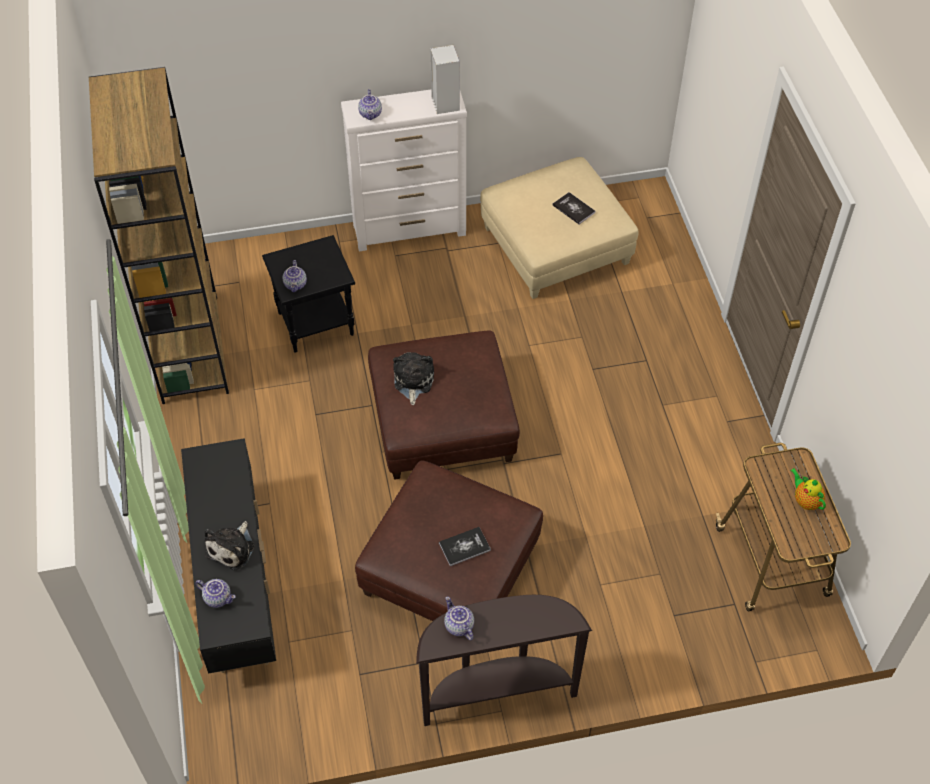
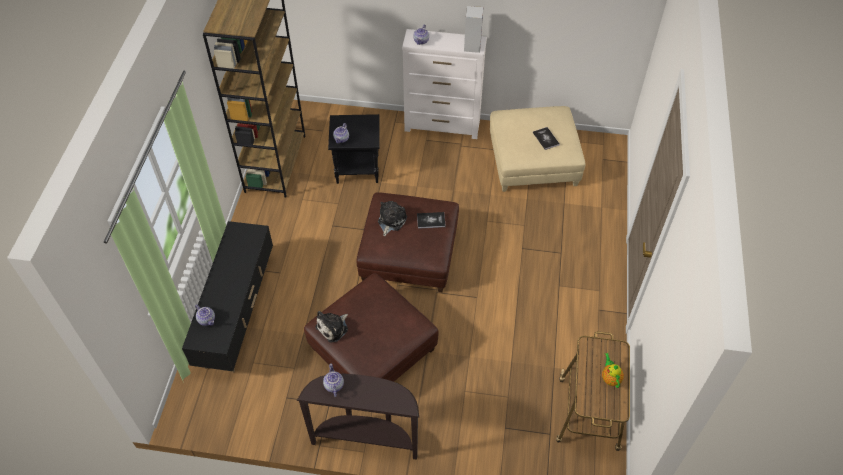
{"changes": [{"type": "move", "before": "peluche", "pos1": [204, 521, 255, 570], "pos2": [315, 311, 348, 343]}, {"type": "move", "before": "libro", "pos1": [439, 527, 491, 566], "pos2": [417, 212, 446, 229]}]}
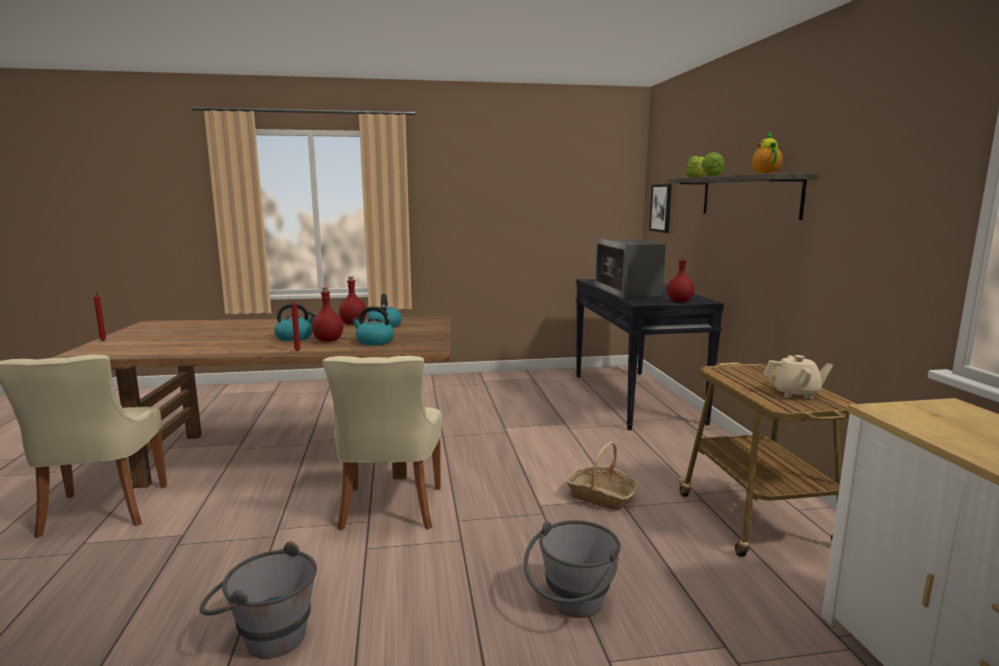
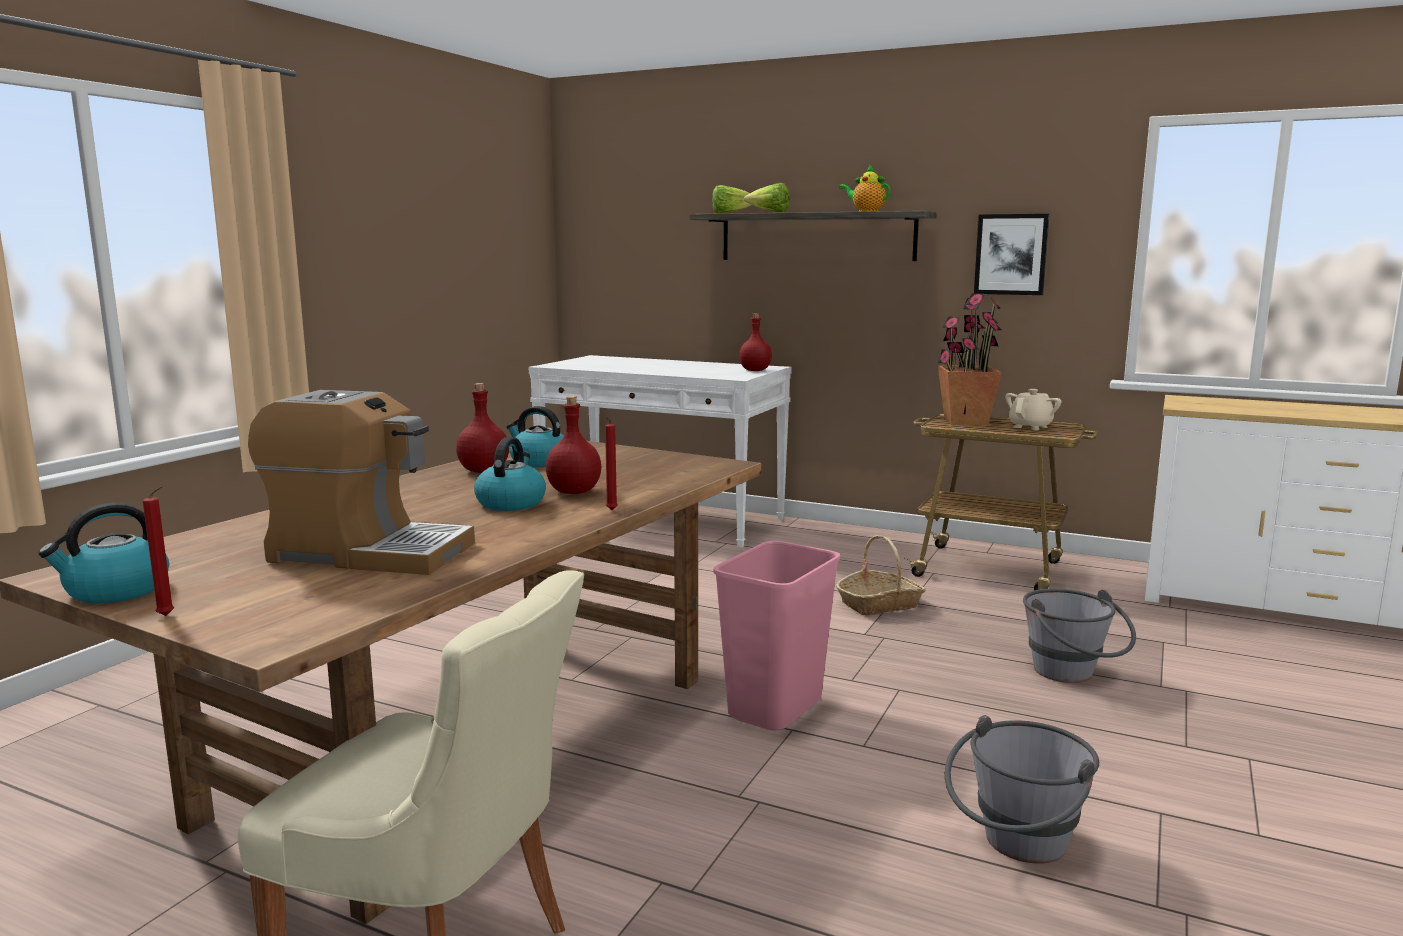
{"changes": [{"type": "move", "before": "cuadro", "pos1": [649, 184, 672, 233], "pos2": [974, 214, 1050, 295]}, {"type": "delete", "before": "microondas", "pos1": [595, 238, 666, 299]}, {"type": "recolor", "before": "mesa consola (negro)", "after": "mesa consola (blanco)", "pos1": [576, 279, 724, 430], "pos2": [529, 355, 792, 548]}, {"type": "move", "before": "hervidor", "pos1": [351, 306, 394, 345], "pos2": [39, 503, 169, 603]}, {"type": "replace", "before": "silla (beis)", "after": "papelera (rosa)", "pos1": [322, 356, 442, 531], "pos2": [713, 541, 840, 730]}, {"type": "insert", "after": "planta en maceta", "pos2": [938, 293, 1002, 425]}, {"type": "insert", "after": "cafetera", "pos2": [248, 390, 475, 575]}]}
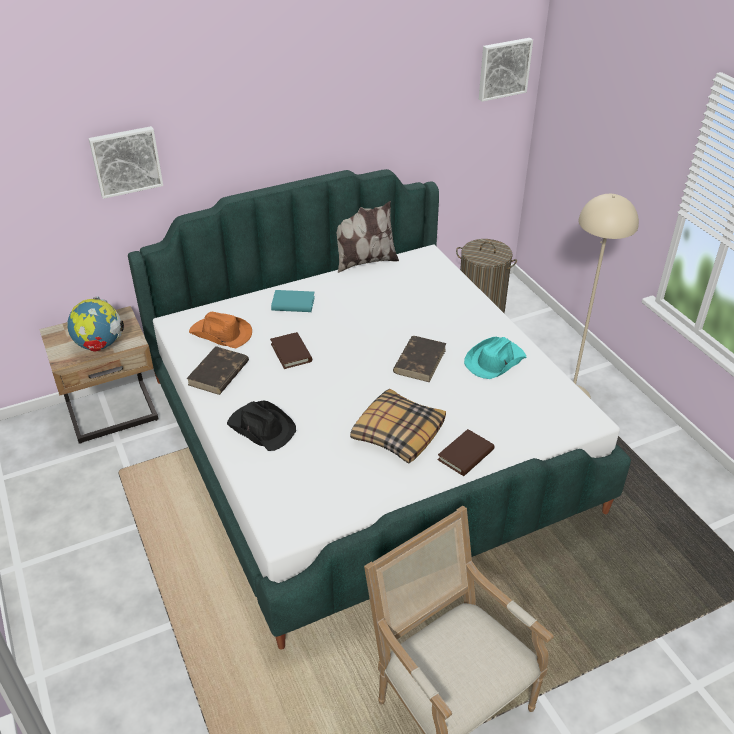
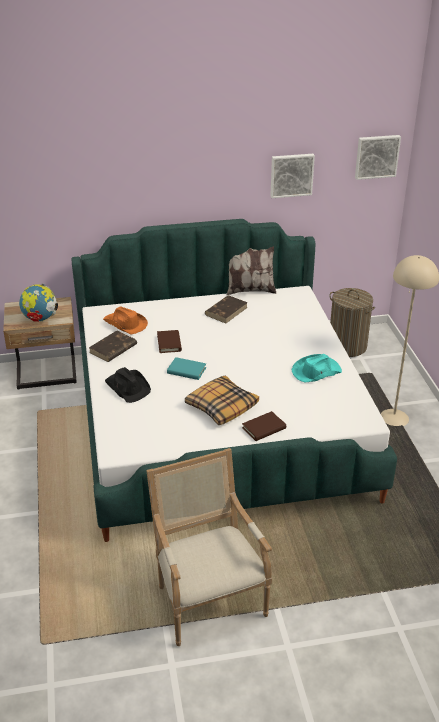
{"changes": [{"type": "move", "before": "cuadro", "pos1": [88, 126, 163, 199], "pos2": [270, 154, 315, 198]}, {"type": "move", "before": "libro (turquesa)", "pos1": [271, 290, 315, 312], "pos2": [167, 357, 206, 380]}, {"type": "move", "before": "libro (marrón)", "pos1": [393, 336, 447, 382], "pos2": [205, 295, 248, 323]}]}
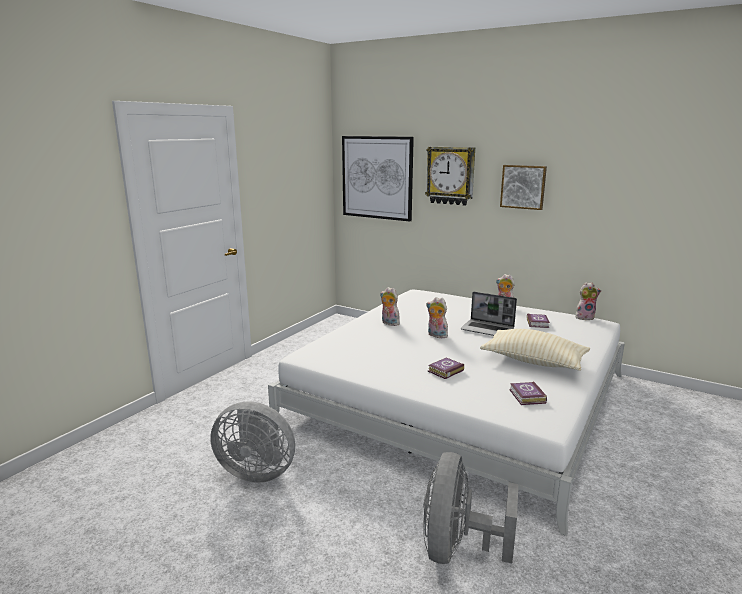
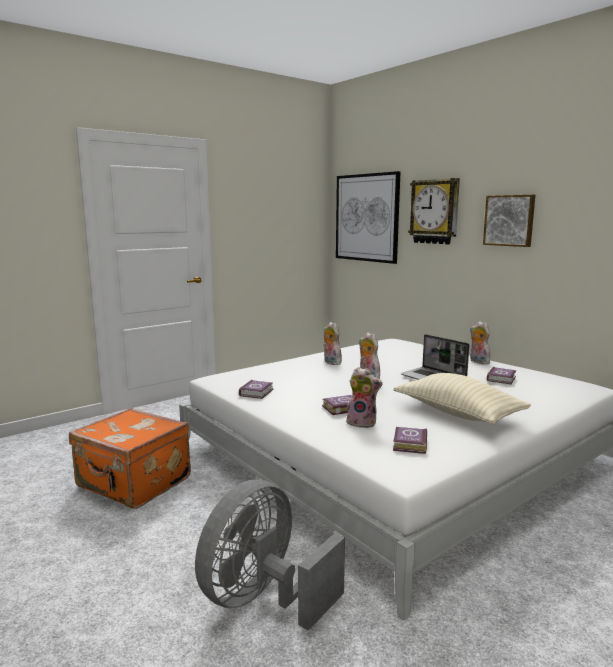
{"changes": [{"type": "move", "before": "peluche", "pos1": [575, 282, 601, 320], "pos2": [346, 367, 383, 428]}, {"type": "replace", "before": "ventilador (gris)", "after": "maleta (naranja)", "pos1": [210, 401, 295, 483], "pos2": [69, 408, 191, 509]}, {"type": "insert", "after": "libro", "pos2": [239, 380, 274, 399]}]}
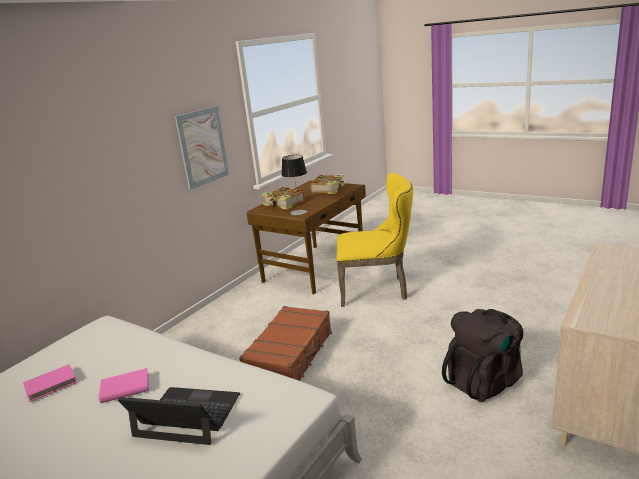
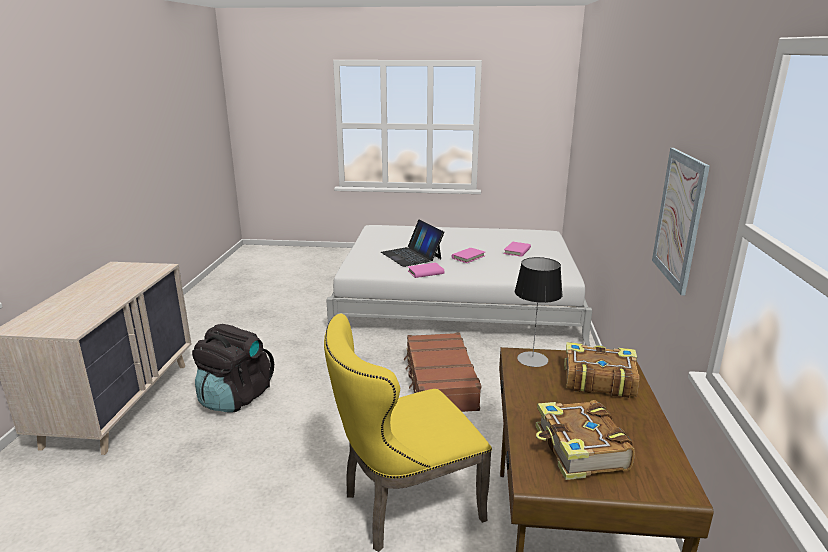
{"changes": [{"type": "rotate", "before": "portátil", "pos1": [118, 387, 240, 445], "pos2": [381, 220, 444, 267], "turn": 75}, {"type": "insert", "after": "libro (rosa)", "pos2": [408, 263, 444, 278]}]}
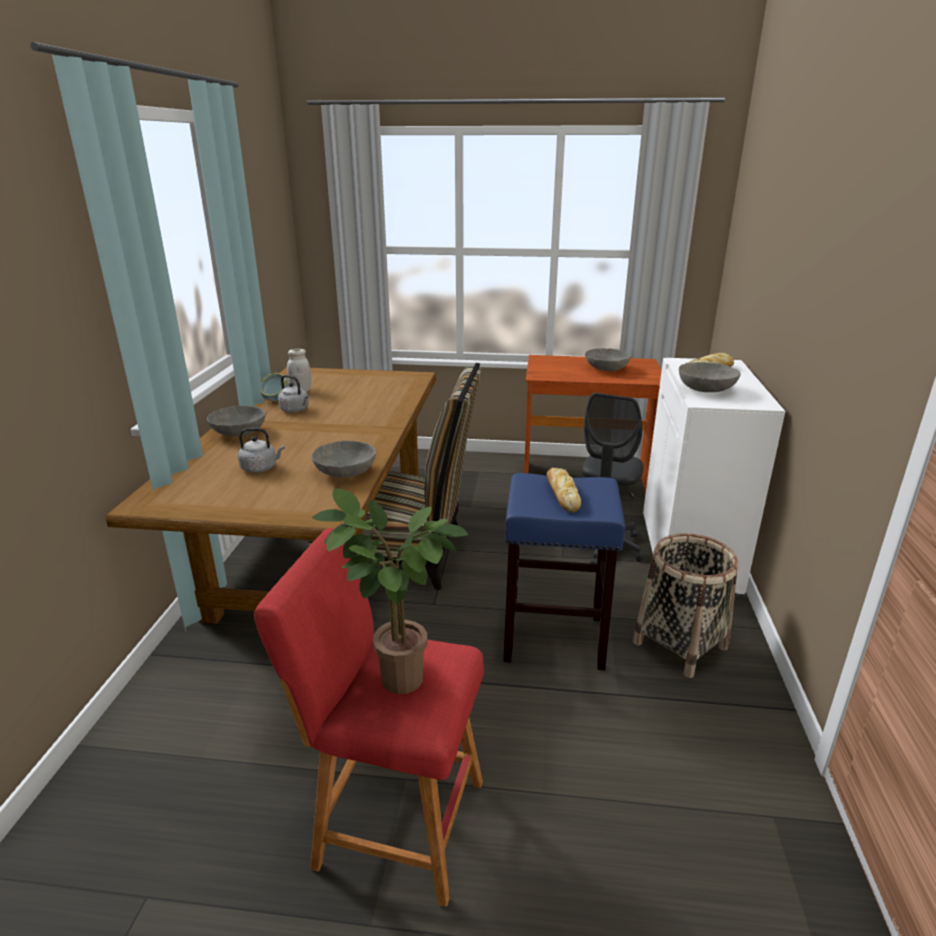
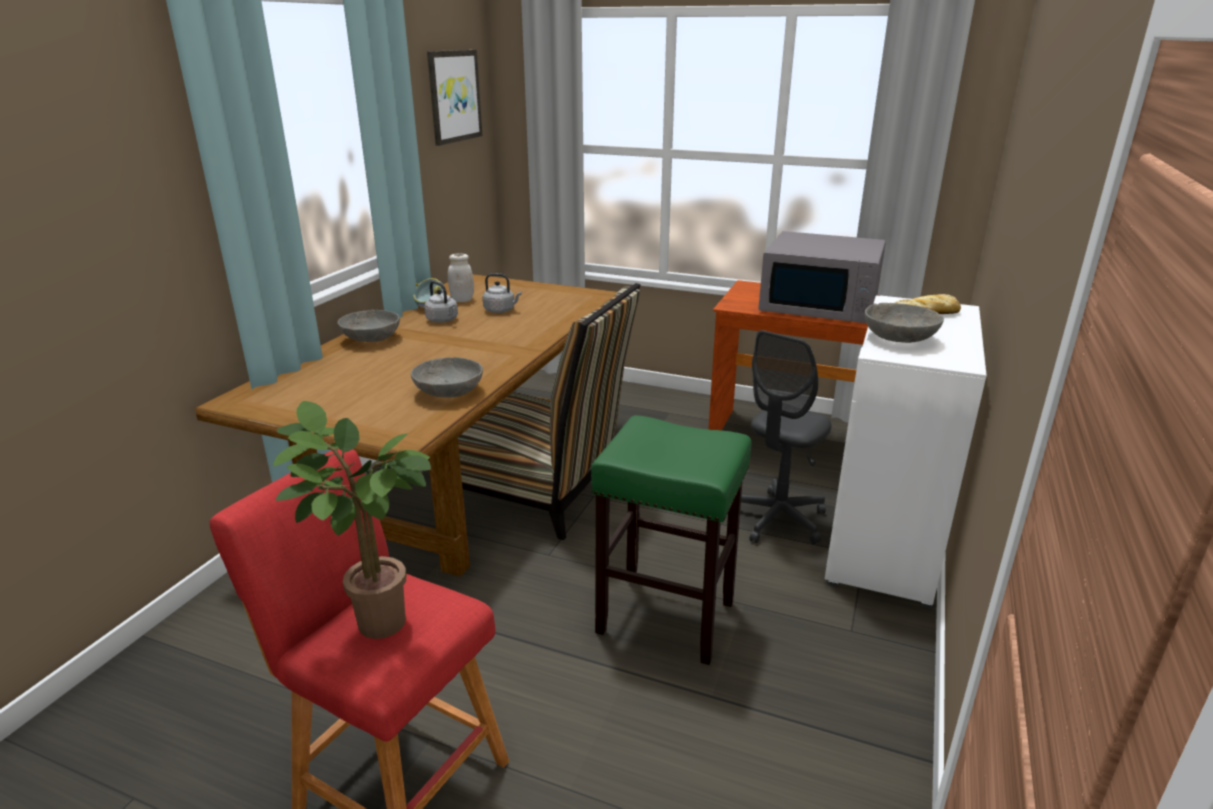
{"changes": [{"type": "replace", "before": "cuenco (gris)", "after": "microondas (gris)", "pos1": [585, 348, 631, 371], "pos2": [758, 231, 886, 323]}, {"type": "move", "before": "hervidor (gris)", "pos1": [238, 428, 285, 473], "pos2": [483, 273, 522, 313]}, {"type": "delete", "before": "pan", "pos1": [547, 468, 581, 512]}, {"type": "recolor", "before": "taburete (azul)", "after": "taburete (verde)", "pos1": [503, 473, 625, 670], "pos2": [591, 415, 752, 665]}, {"type": "delete", "before": "cesta", "pos1": [632, 533, 738, 678]}, {"type": "insert", "after": "cuadro", "pos2": [427, 50, 482, 146]}]}
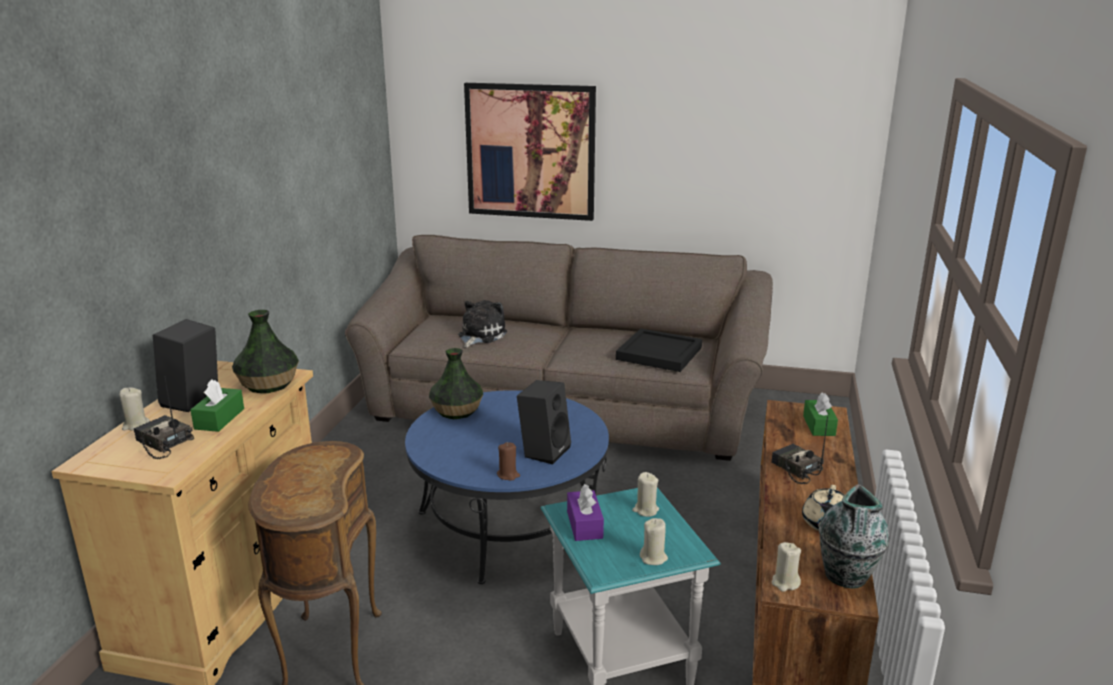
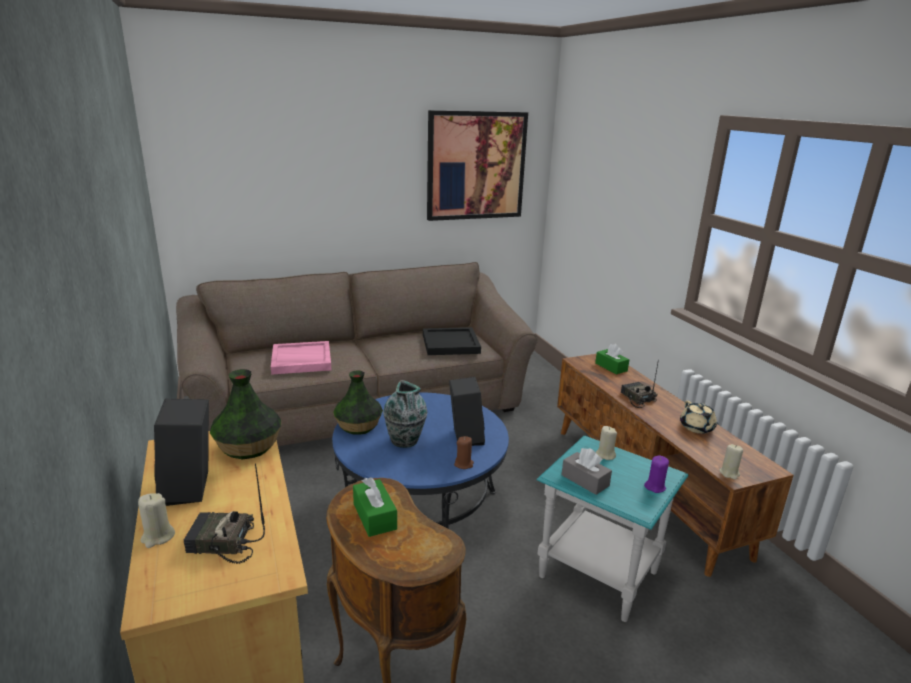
{"changes": [{"type": "move", "before": "cuadro", "pos1": [464, 83, 596, 221], "pos2": [427, 110, 528, 221]}, {"type": "replace", "before": "peluche", "after": "bandeja (rosa)", "pos1": [458, 300, 507, 348], "pos2": [271, 341, 331, 375]}, {"type": "move", "before": "caja de pañuelos (verde)", "pos1": [191, 379, 244, 432], "pos2": [353, 477, 397, 537]}, {"type": "rotate", "before": "radio", "pos1": [772, 416, 828, 484], "pos2": [621, 360, 659, 408], "turn": 45}, {"type": "recolor", "before": "caja de pañuelos (morado)", "after": "caja de pañuelos (gris)", "pos1": [567, 484, 604, 541], "pos2": [562, 448, 612, 495]}, {"type": "move", "before": "florero", "pos1": [819, 484, 889, 589], "pos2": [383, 380, 427, 448]}, {"type": "recolor", "before": "vela (beis)", "after": "vela (morado)", "pos1": [640, 518, 668, 565], "pos2": [644, 455, 669, 493]}]}
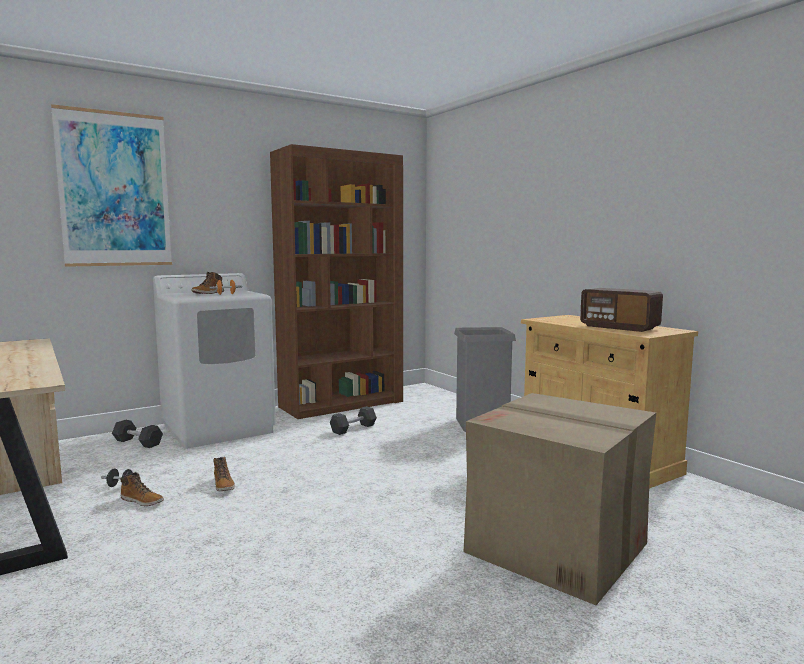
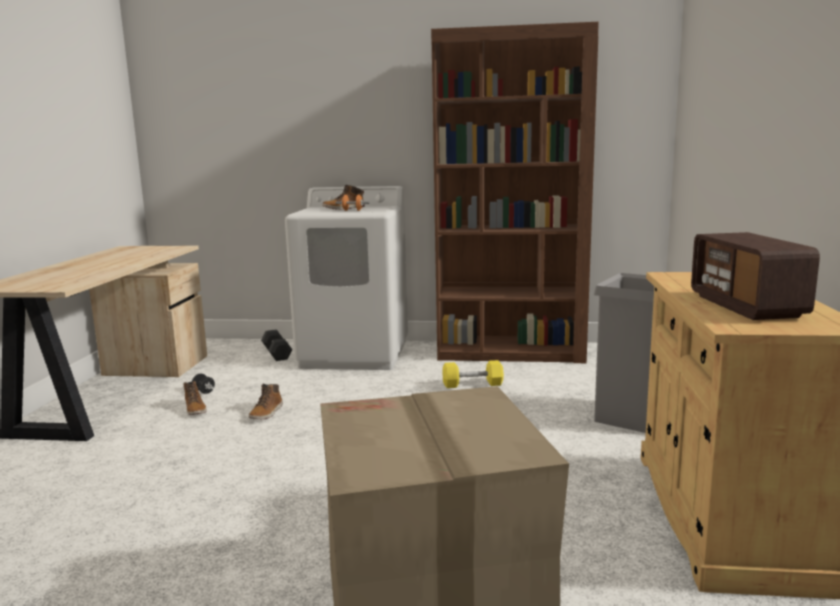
{"changes": [{"type": "delete", "before": "cuadro", "pos1": [51, 104, 172, 267]}, {"type": "recolor", "before": "mancuerna (gris)", "after": "mancuerna (amarillo)", "pos1": [330, 406, 377, 435], "pos2": [442, 360, 504, 388]}]}
